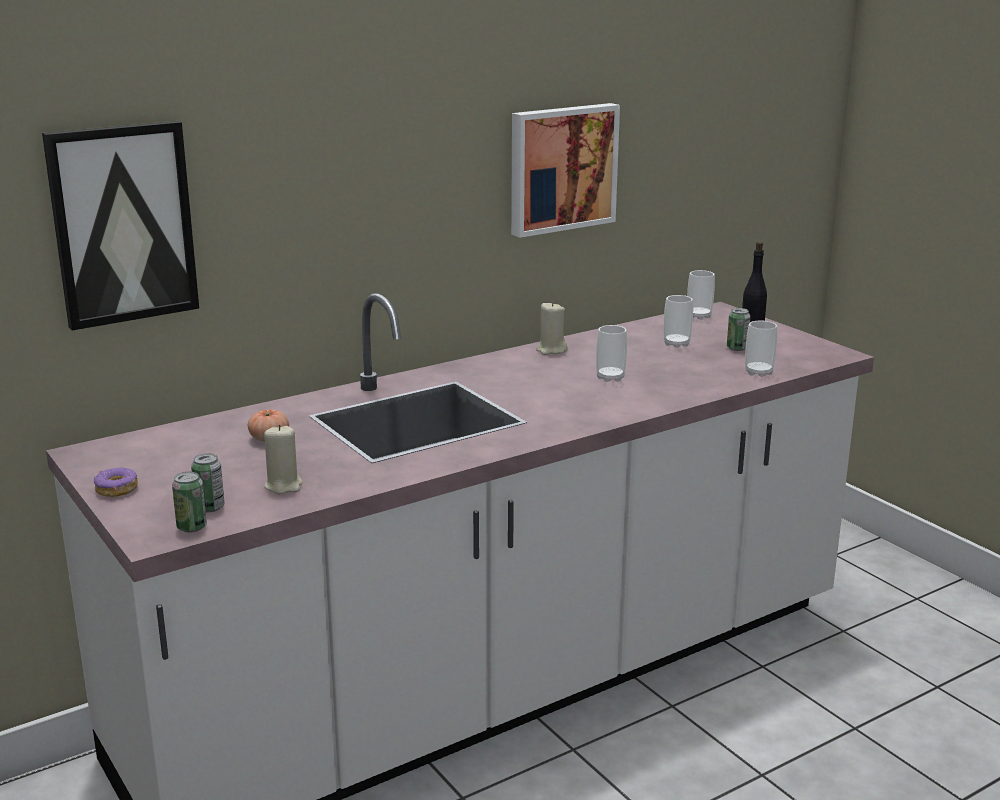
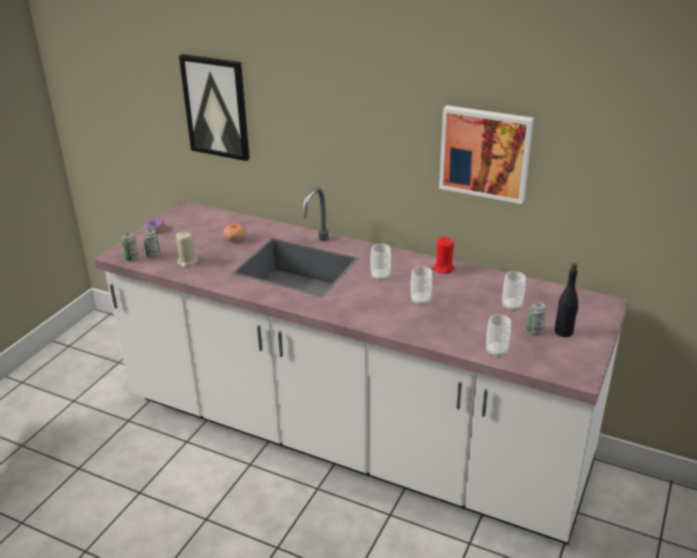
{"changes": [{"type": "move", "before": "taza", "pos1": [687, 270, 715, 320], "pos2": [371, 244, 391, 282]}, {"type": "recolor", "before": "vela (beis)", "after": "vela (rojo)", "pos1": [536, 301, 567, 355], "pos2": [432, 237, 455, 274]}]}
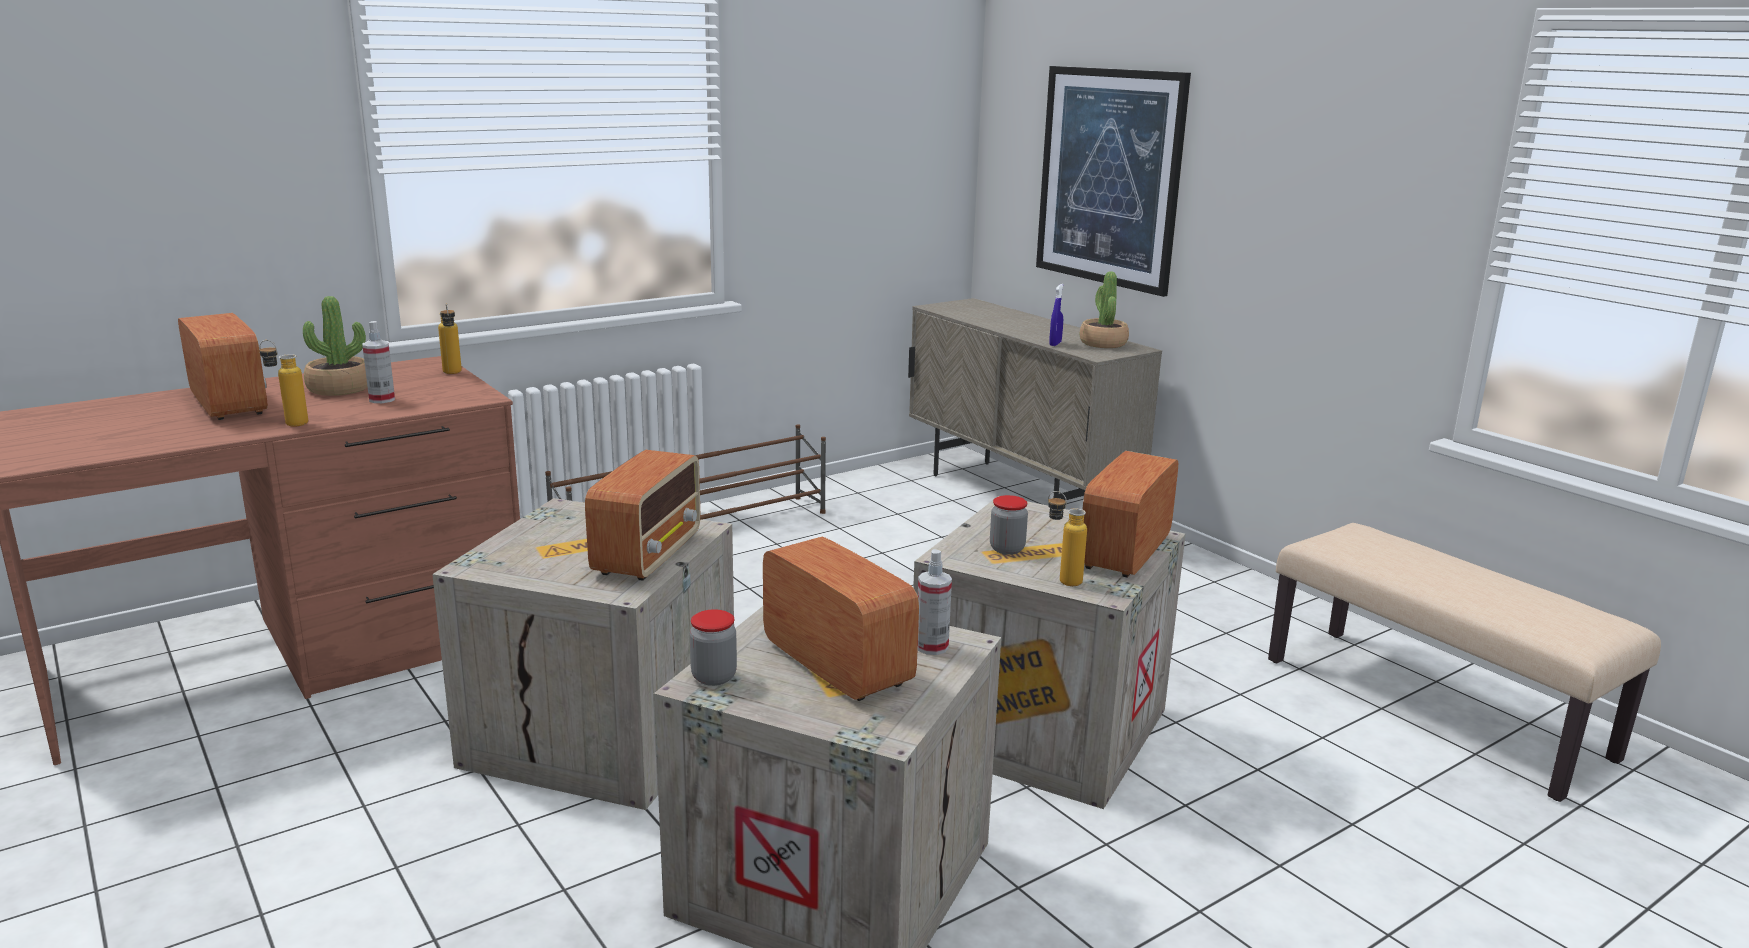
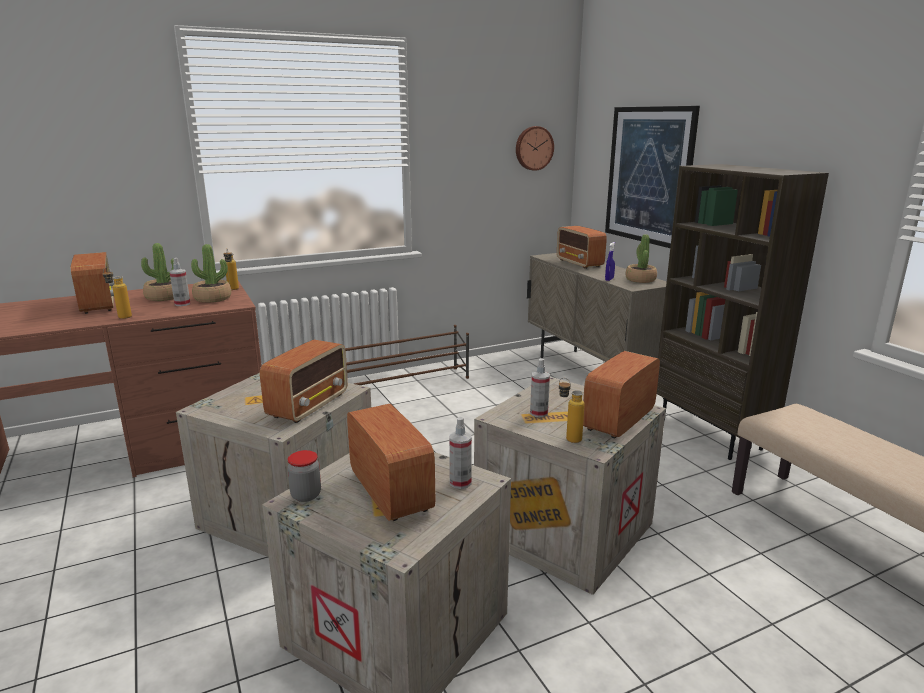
{"changes": [{"type": "replace", "before": "tarro", "after": "pulverizador", "pos1": [990, 495, 1028, 555], "pos2": [530, 358, 550, 417]}, {"type": "insert", "after": "reloj de pared", "pos2": [516, 126, 554, 171]}, {"type": "insert", "after": "estantería (marrón)", "pos2": [657, 164, 829, 460]}, {"type": "insert", "after": "radio", "pos2": [557, 226, 607, 269]}, {"type": "insert", "after": "planta en maceta", "pos2": [191, 244, 231, 303]}]}
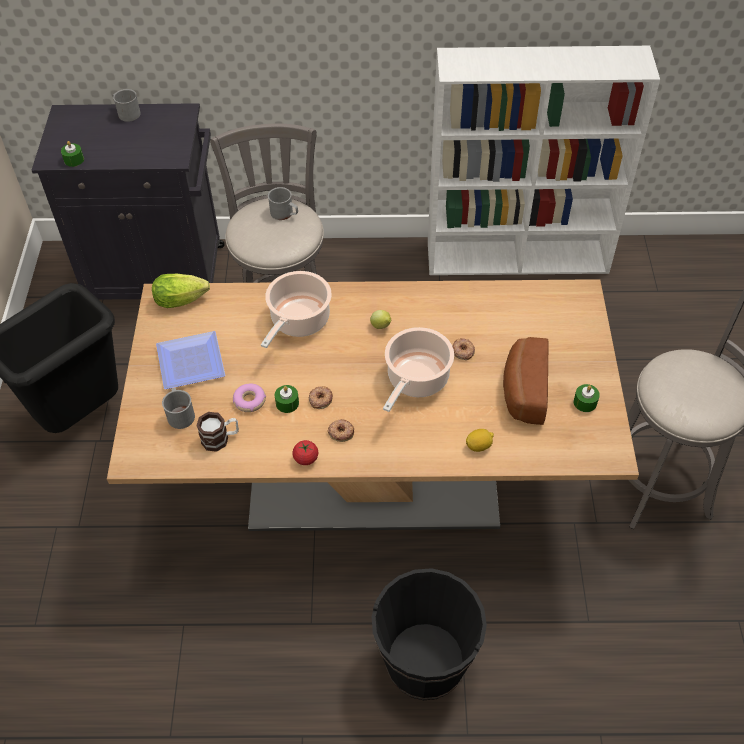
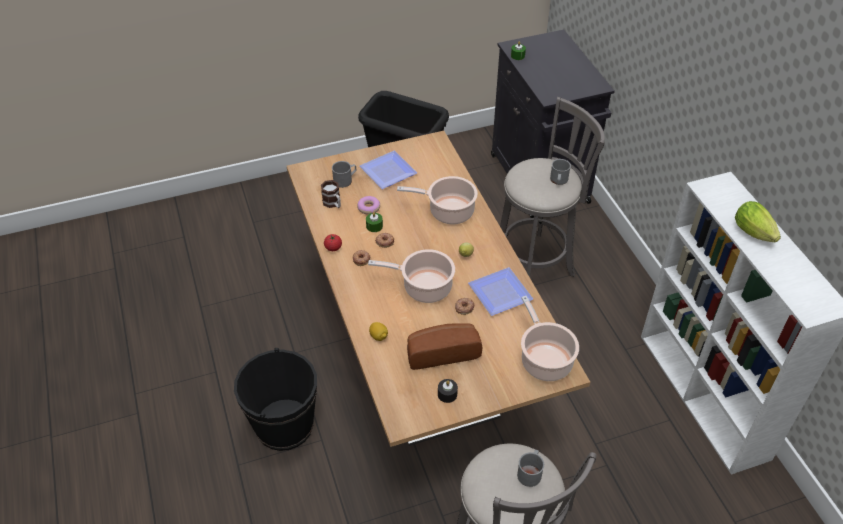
{"changes": [{"type": "move", "before": "taza grande (gris)", "pos1": [113, 89, 141, 122], "pos2": [517, 450, 544, 487]}, {"type": "move", "before": "lechuga", "pos1": [152, 274, 210, 308], "pos2": [735, 201, 781, 242]}, {"type": "recolor", "before": "vela (verde)", "after": "vela (negro)", "pos1": [574, 384, 600, 412], "pos2": [438, 379, 458, 403]}, {"type": "insert", "after": "plato", "pos2": [468, 267, 533, 316]}, {"type": "insert", "after": "olla", "pos2": [521, 296, 579, 381]}]}
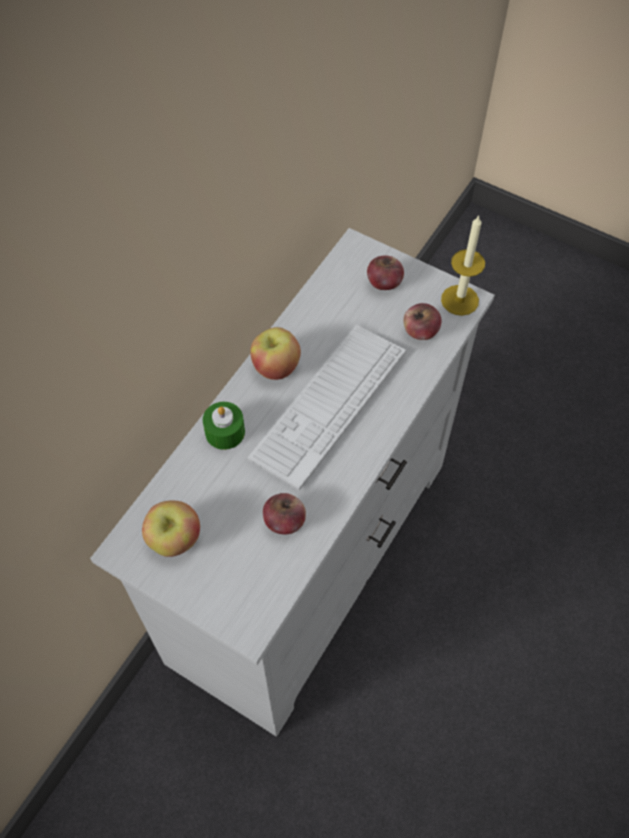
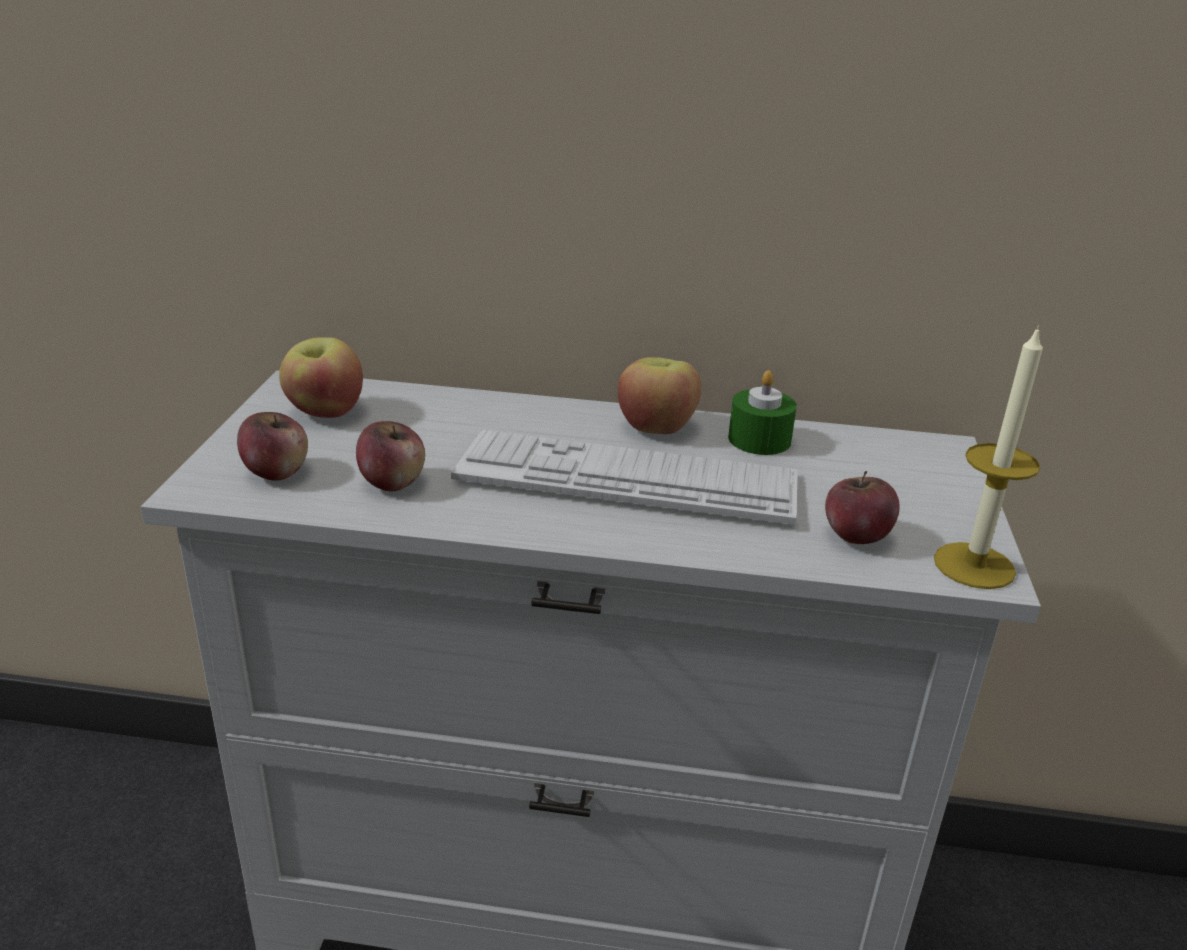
{"changes": [{"type": "move", "before": "manzana", "pos1": [367, 255, 404, 290], "pos2": [237, 412, 308, 481]}, {"type": "move", "before": "vela (verde)", "pos1": [203, 402, 245, 450], "pos2": [728, 370, 797, 455]}]}
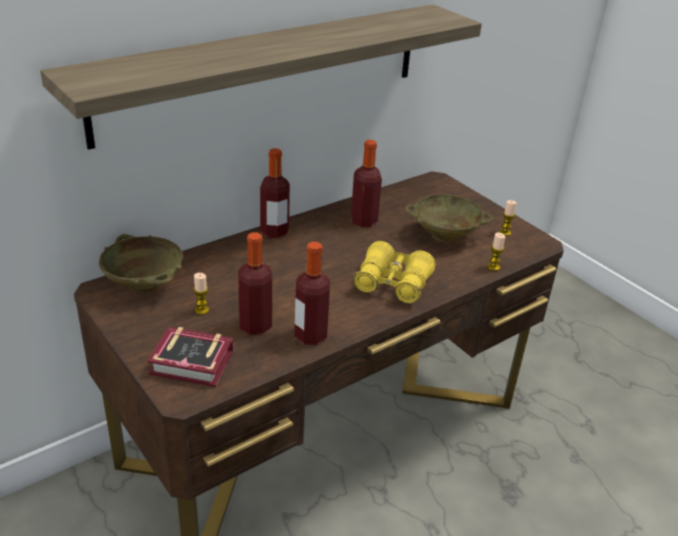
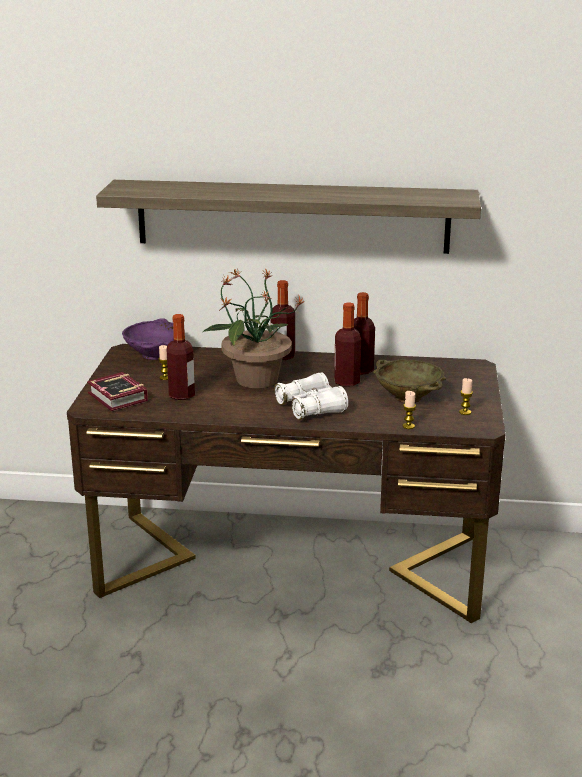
{"changes": [{"type": "recolor", "before": "cuenco (beis)", "after": "cuenco (morado)", "pos1": [99, 234, 183, 293], "pos2": [122, 318, 185, 360]}, {"type": "recolor", "before": "prismáticos (amarillo)", "after": "prismáticos (blanco)", "pos1": [353, 241, 435, 303], "pos2": [274, 372, 348, 420]}, {"type": "move", "before": "botella", "pos1": [295, 242, 330, 345], "pos2": [334, 303, 361, 386]}, {"type": "insert", "after": "planta en maceta", "pos2": [203, 268, 304, 388]}]}
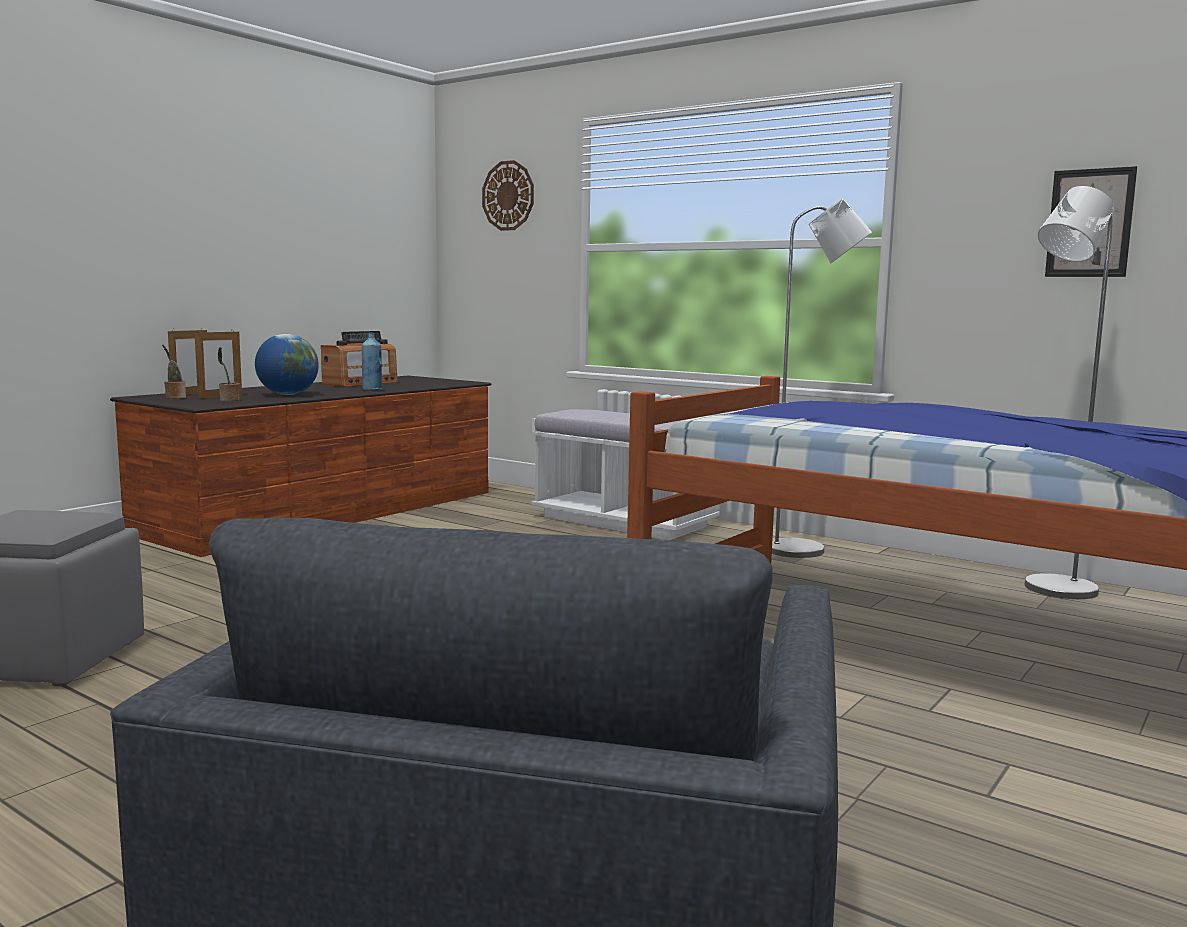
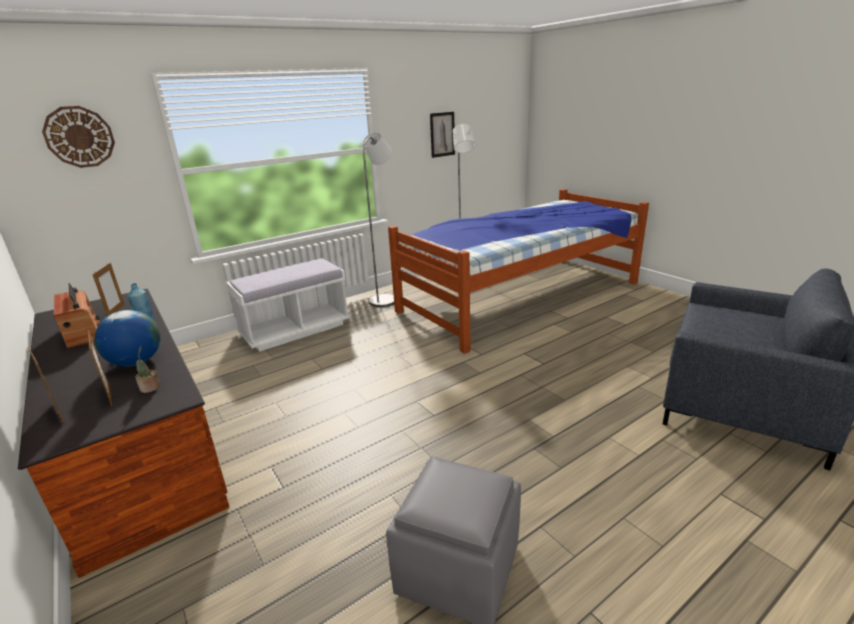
{"changes": [{"type": "delete", "before": "planta en maceta", "pos1": [162, 344, 186, 399]}, {"type": "insert", "after": "portarretratos", "pos2": [92, 263, 124, 316]}]}
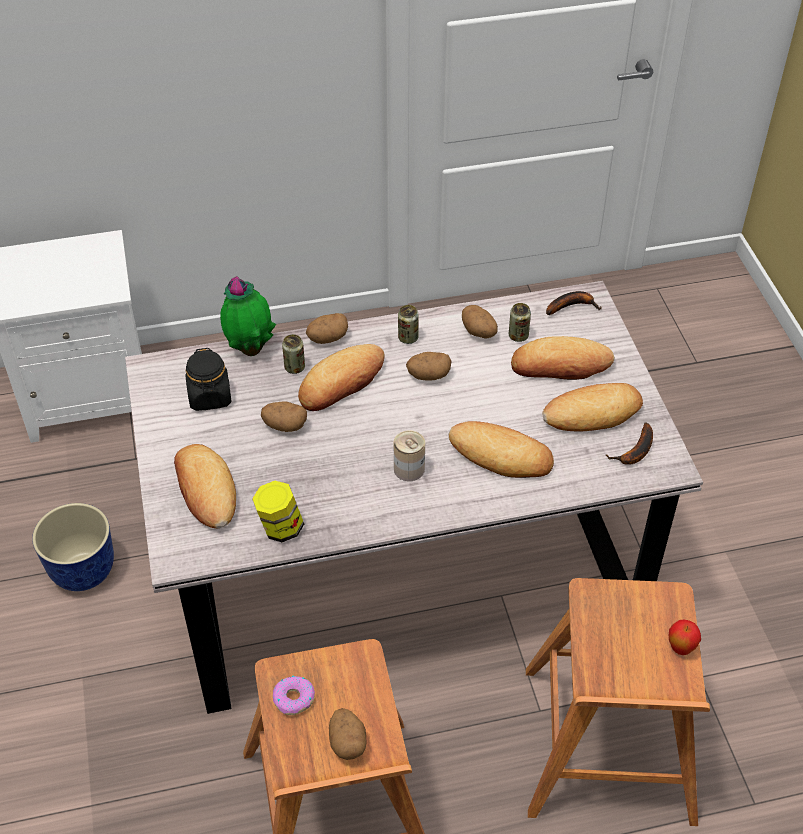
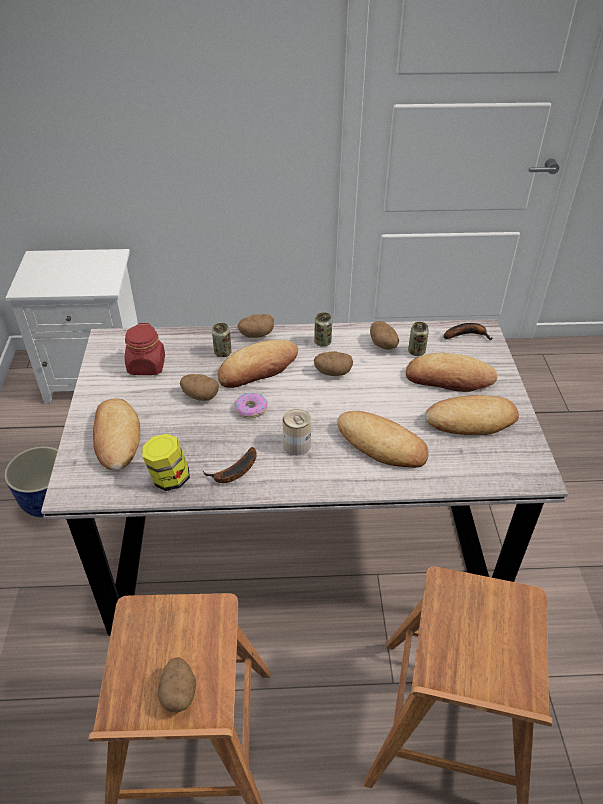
{"changes": [{"type": "delete", "before": "planta en maceta", "pos1": [220, 276, 276, 356]}, {"type": "recolor", "before": "tarro (negro)", "after": "tarro (rojo)", "pos1": [186, 348, 232, 411], "pos2": [125, 323, 165, 375]}, {"type": "move", "before": "plátano", "pos1": [606, 422, 653, 465], "pos2": [203, 447, 257, 483]}, {"type": "delete", "before": "manzana", "pos1": [669, 619, 701, 655]}, {"type": "move", "before": "rosquilla", "pos1": [273, 676, 315, 715], "pos2": [235, 392, 268, 419]}]}
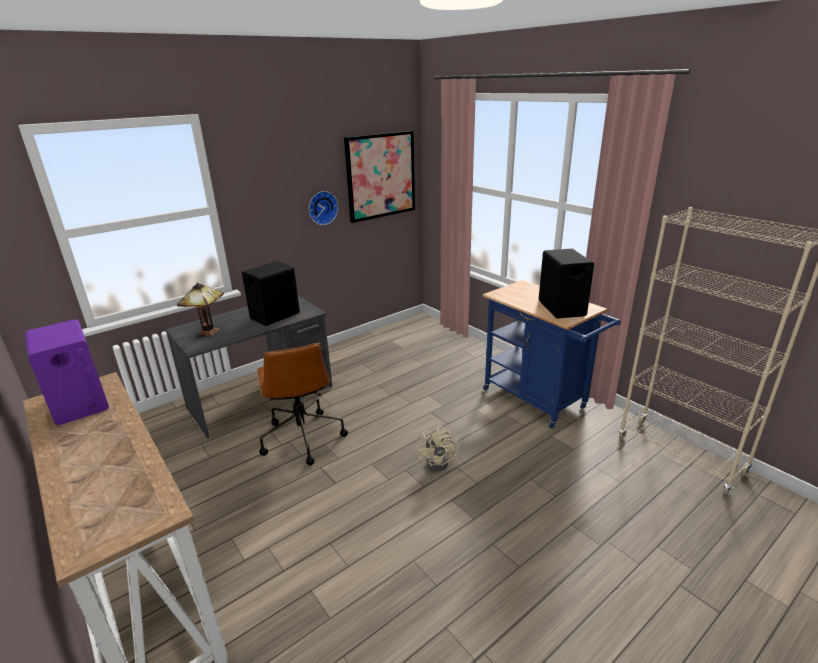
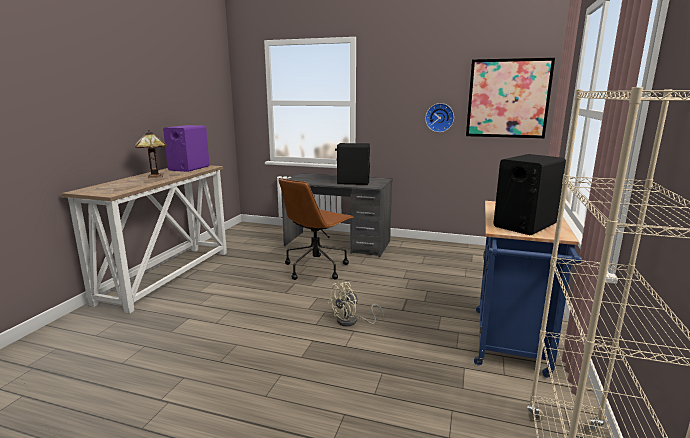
{"changes": [{"type": "move", "before": "lámpara de mesa", "pos1": [177, 283, 224, 336], "pos2": [134, 130, 167, 178]}]}
